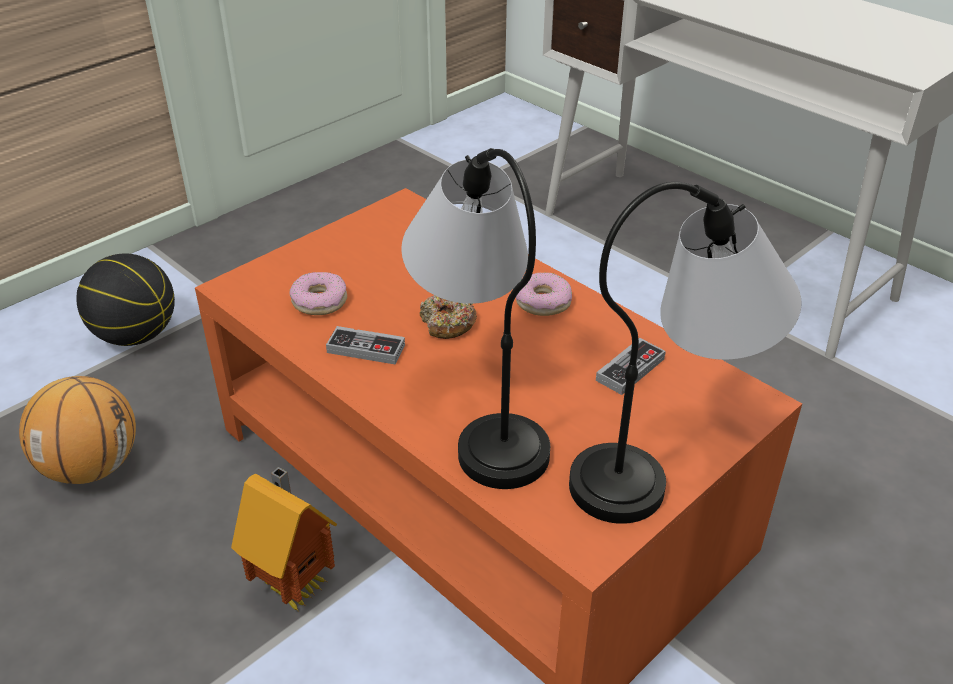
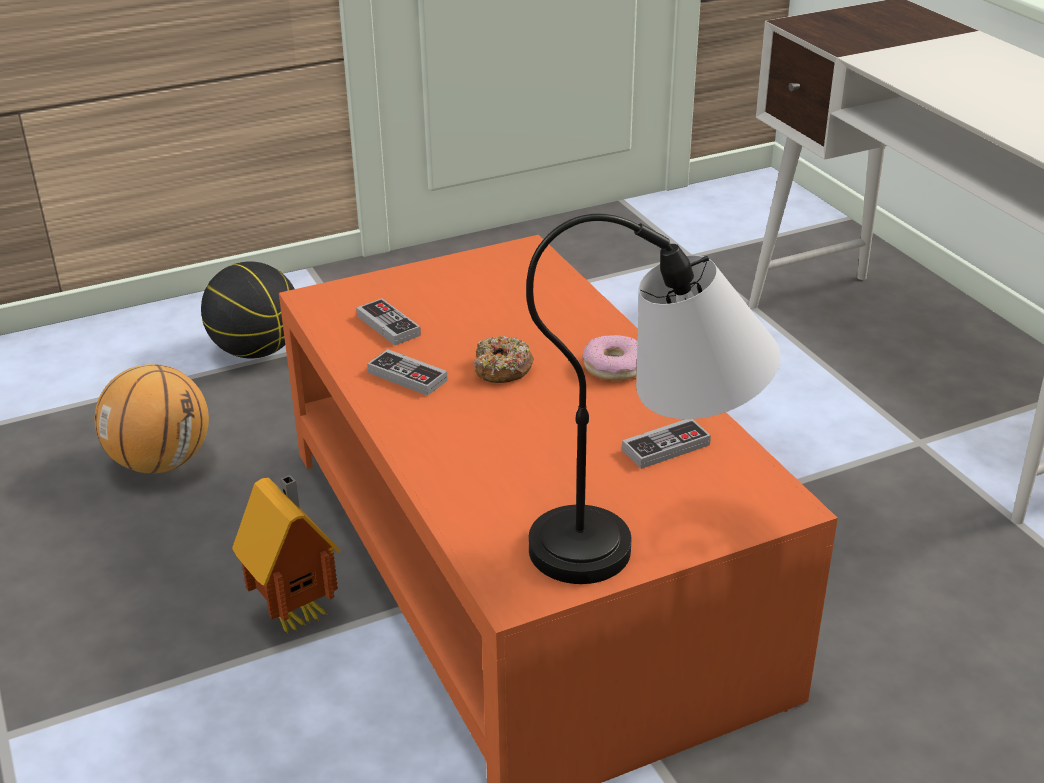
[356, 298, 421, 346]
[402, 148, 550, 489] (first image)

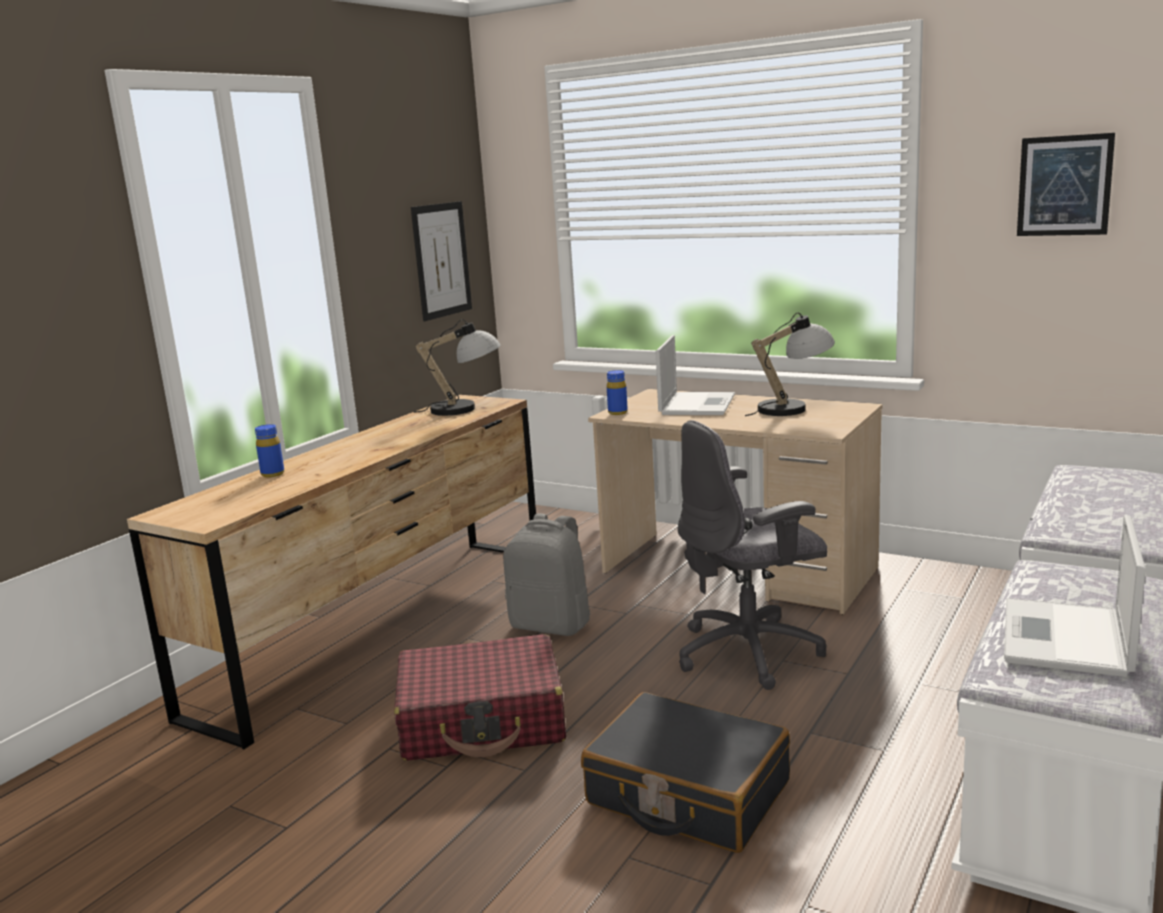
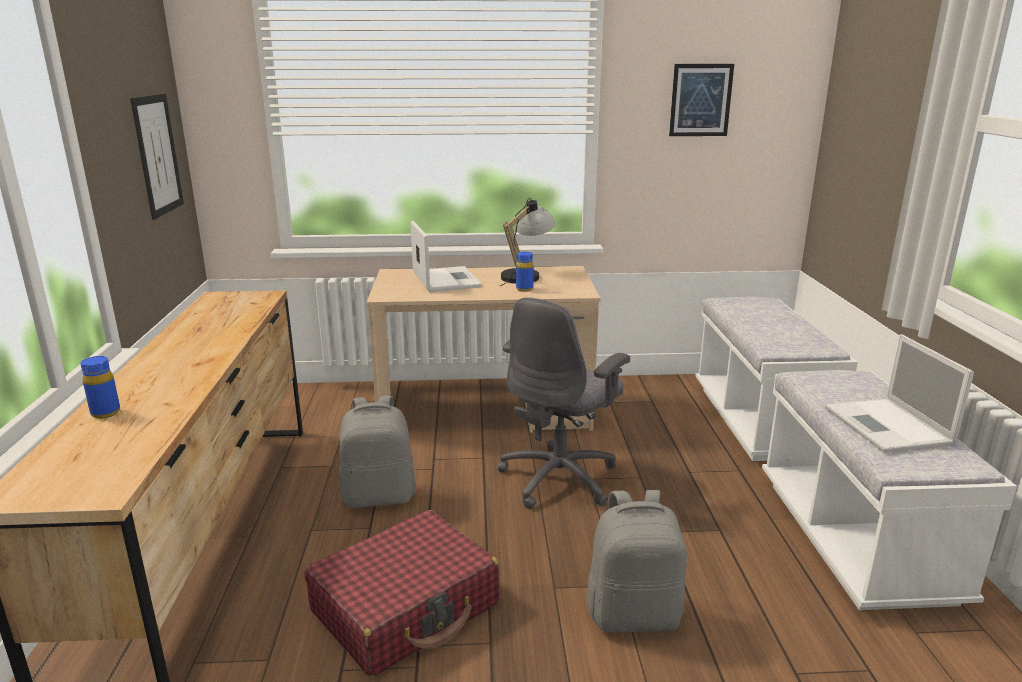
[516, 252, 534, 292]
[587, 490, 687, 633]
[414, 319, 501, 416] (first image)

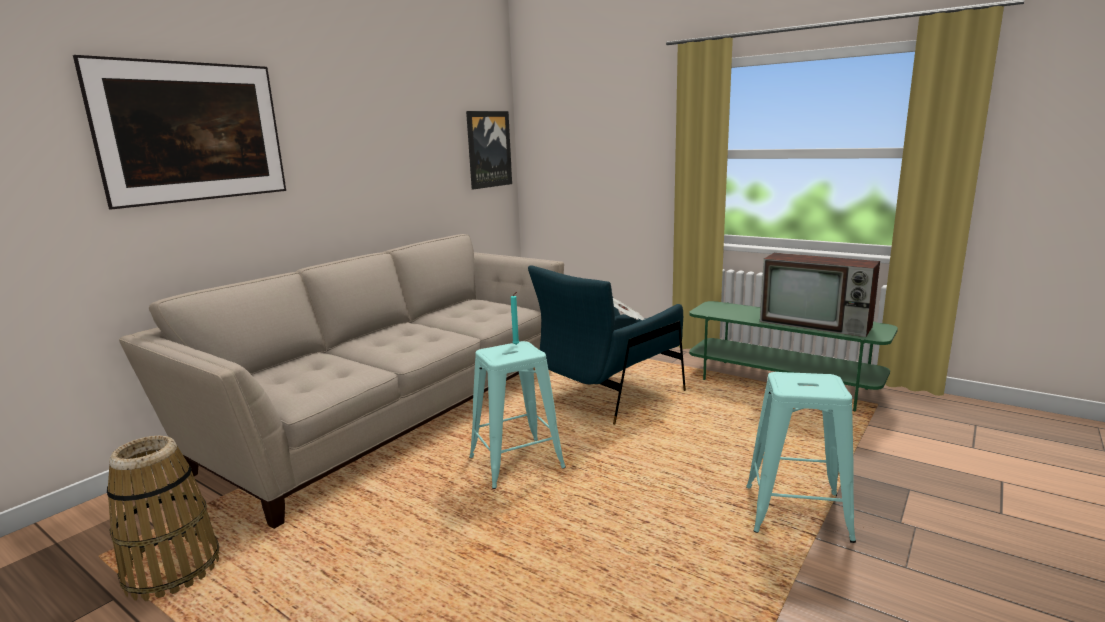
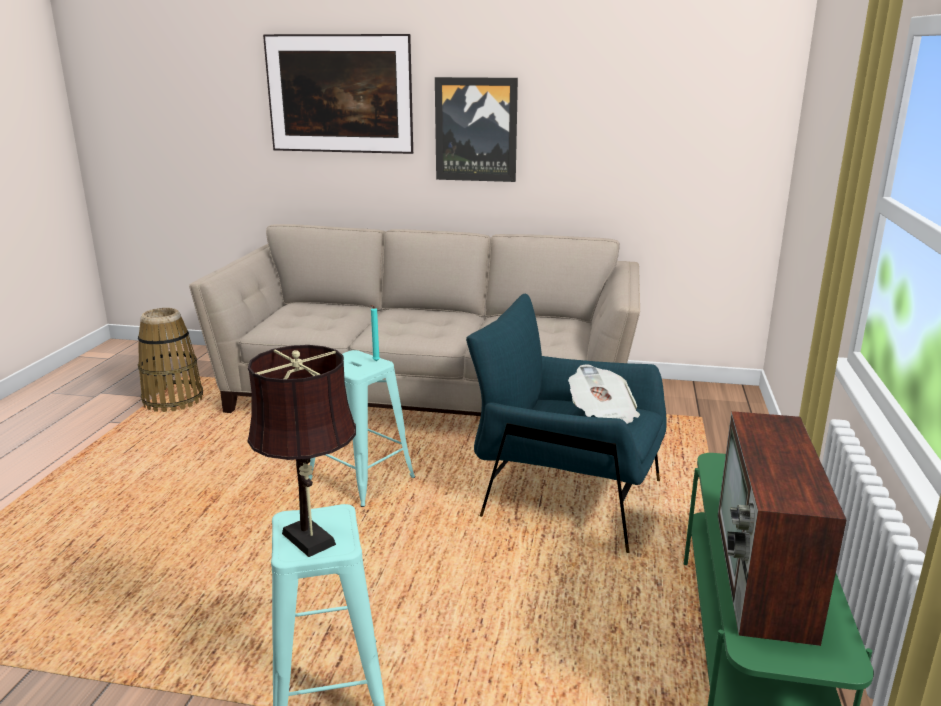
[247, 345, 356, 557]
[435, 77, 518, 182]

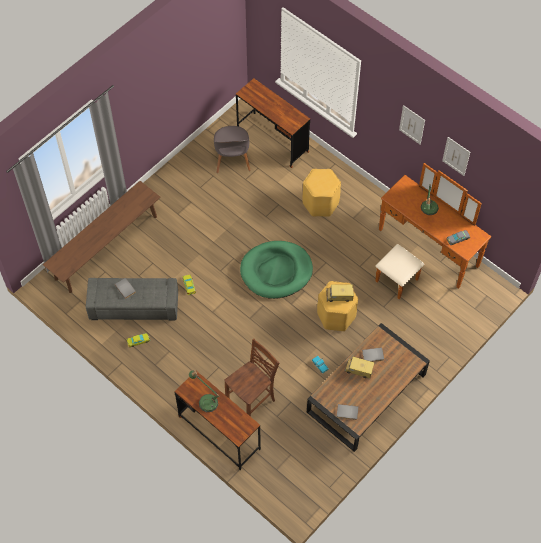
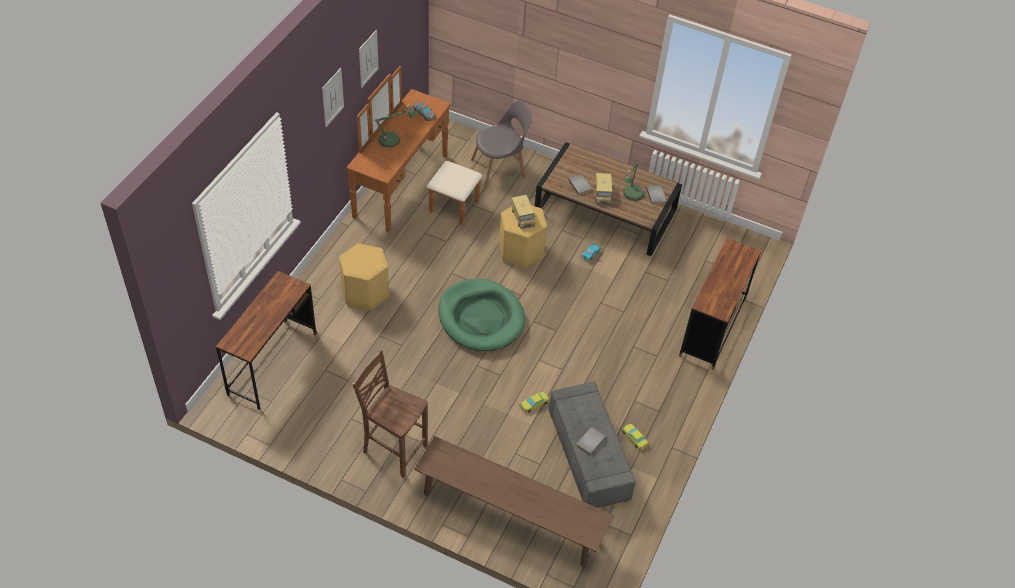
[352, 350, 428, 478]
[471, 101, 532, 186]
[623, 162, 644, 201]

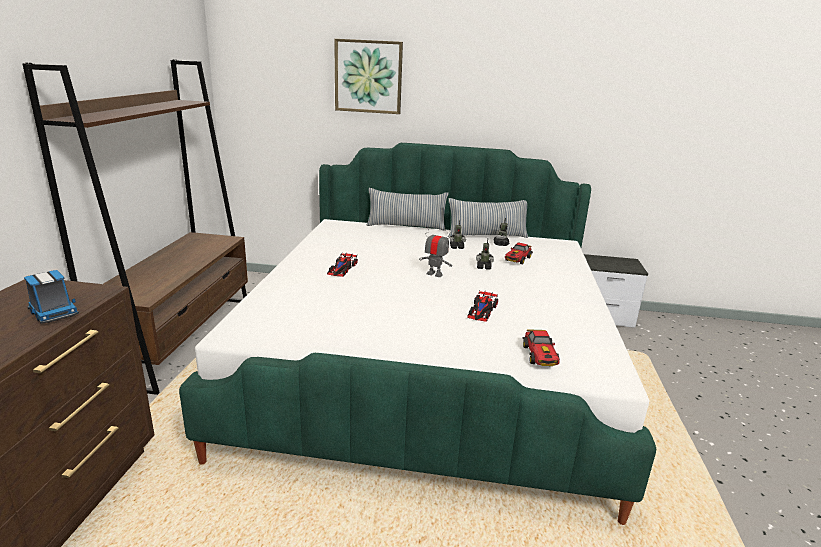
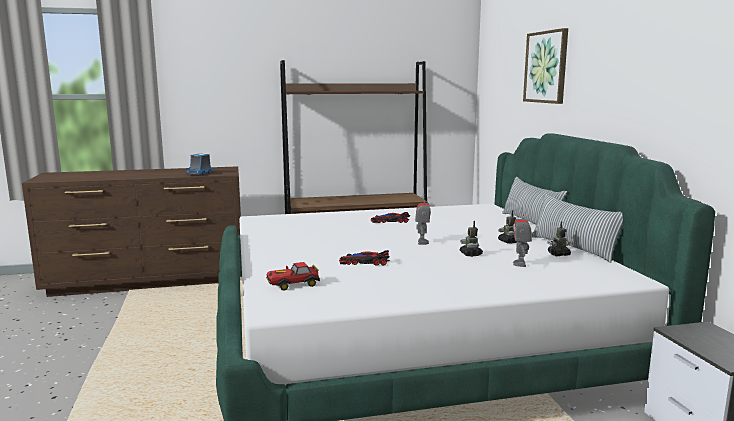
[512, 207, 532, 267]

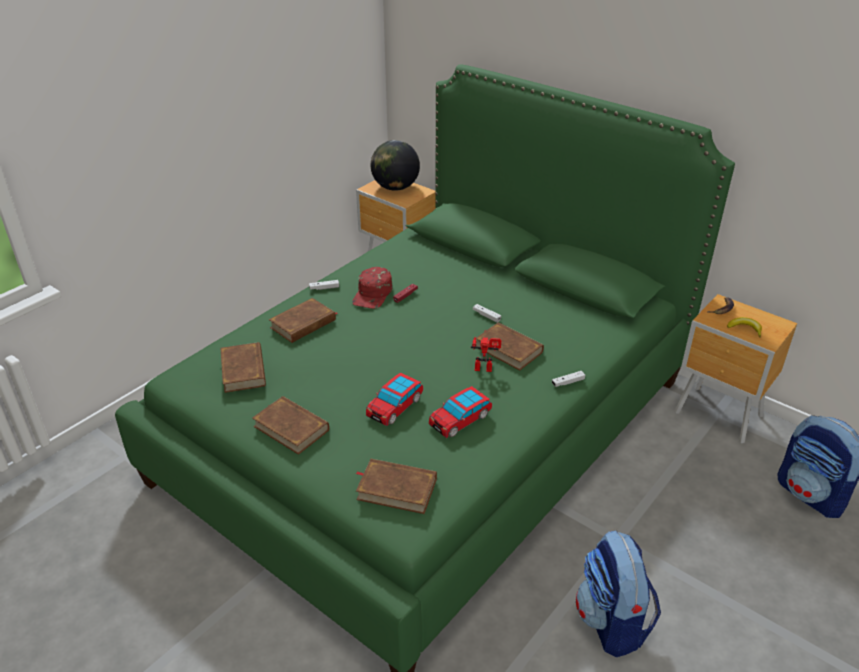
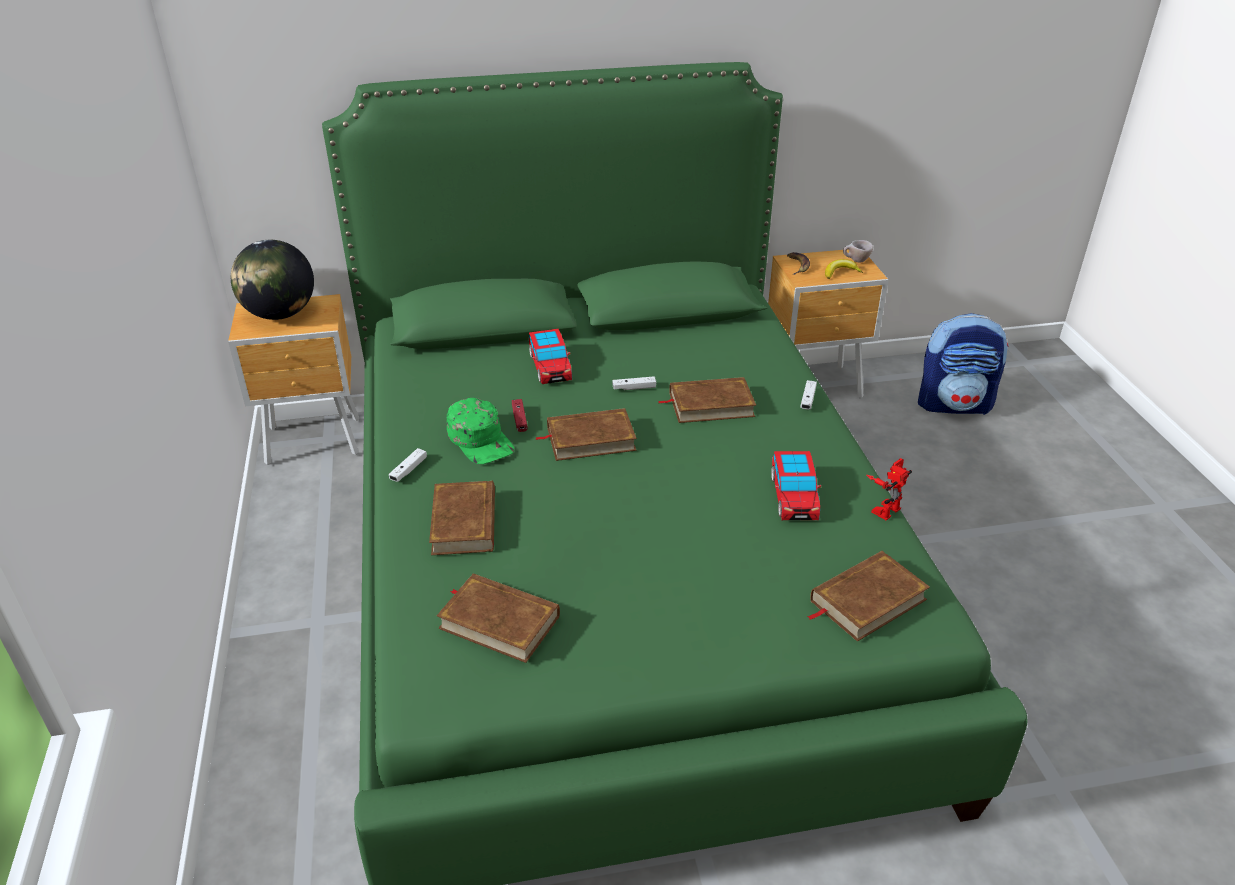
[446, 398, 514, 464]
[529, 329, 572, 384]
[535, 408, 637, 461]
[843, 240, 873, 263]
[867, 458, 912, 520]
[576, 530, 661, 657] (first image)

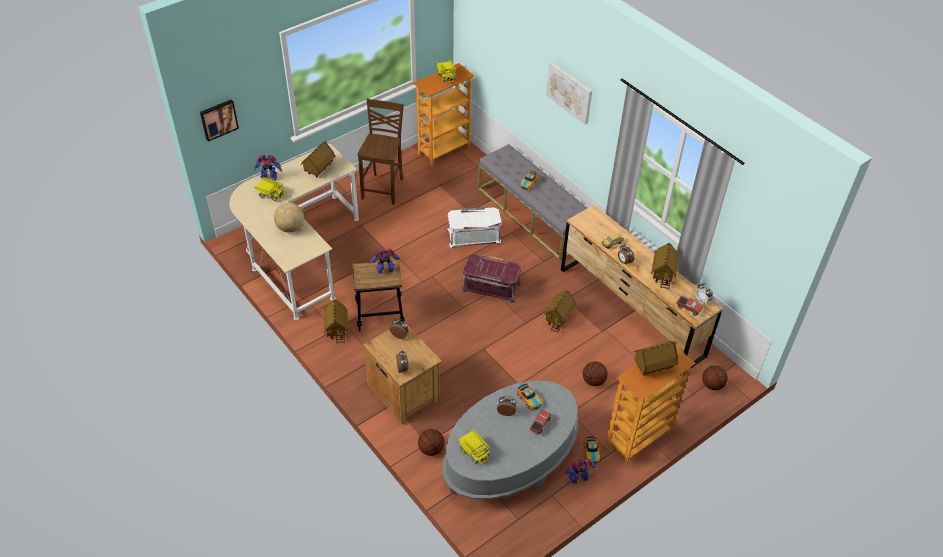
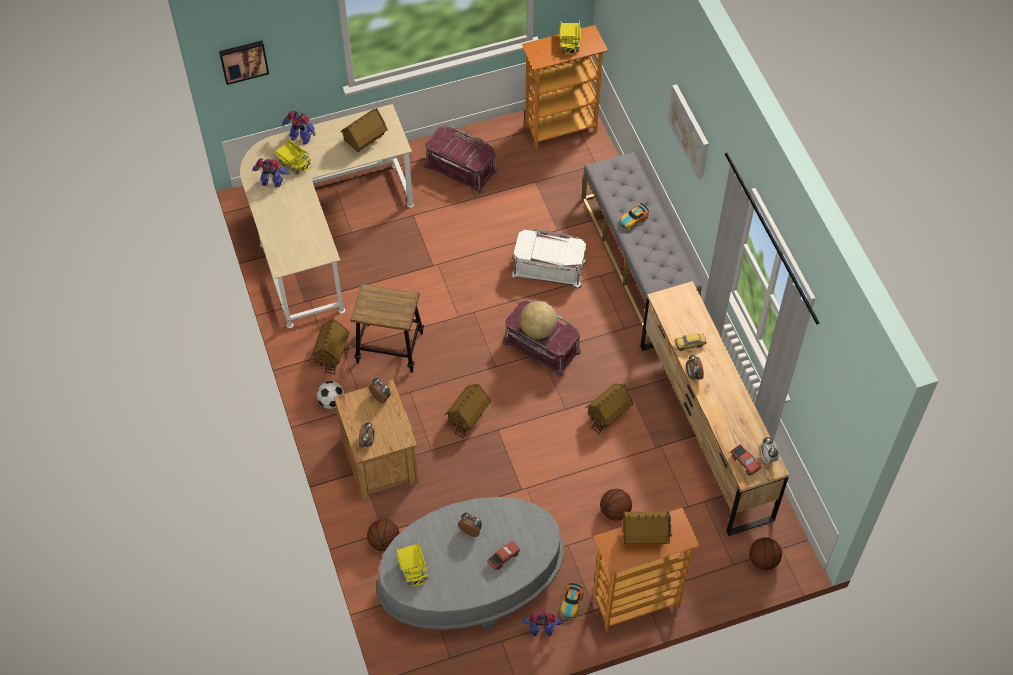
[252, 158, 289, 187]
[316, 381, 344, 409]
[424, 126, 498, 194]
[444, 384, 491, 439]
[520, 301, 557, 339]
[517, 383, 541, 411] (first image)

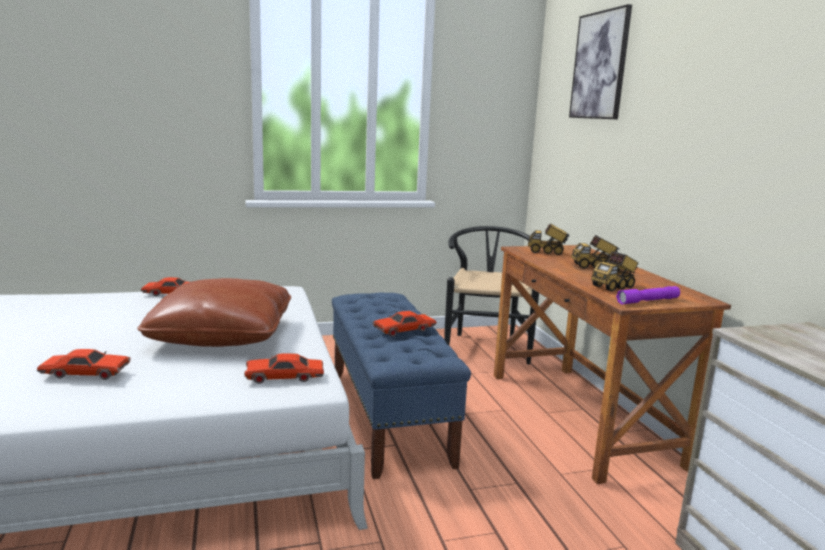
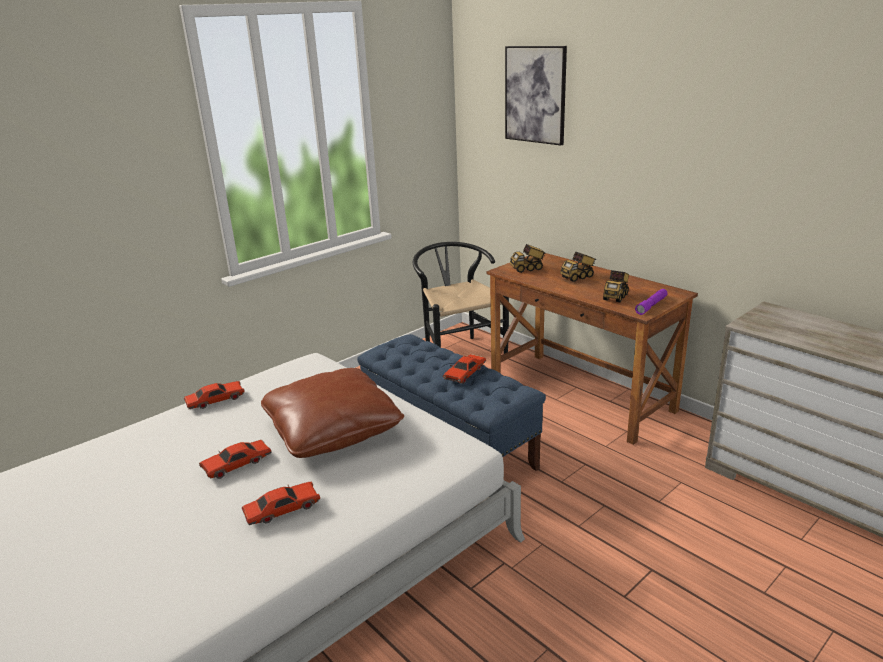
[199, 440, 272, 479]

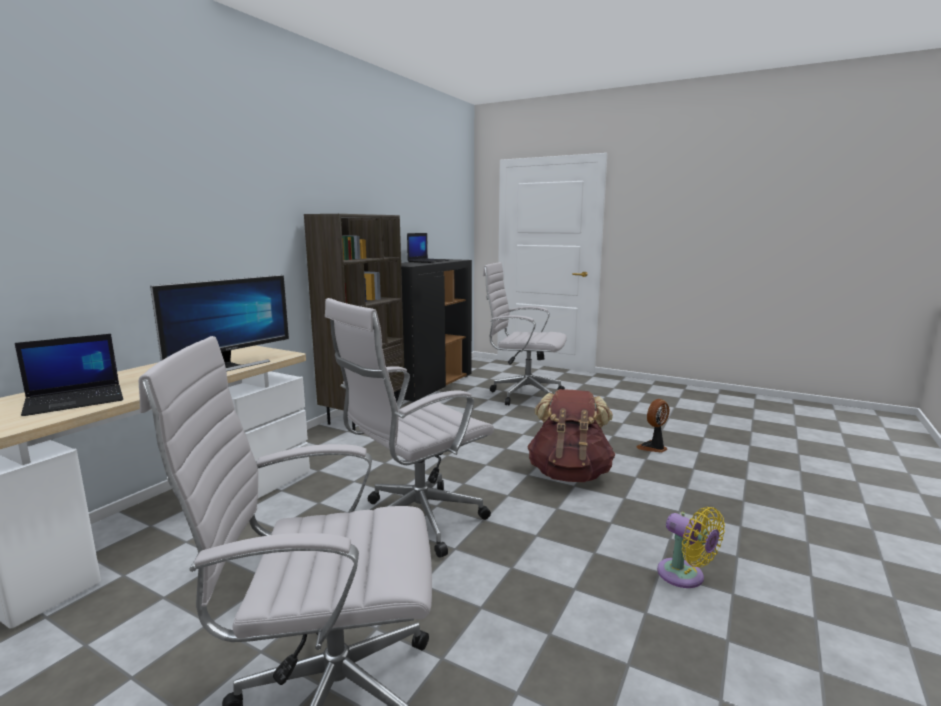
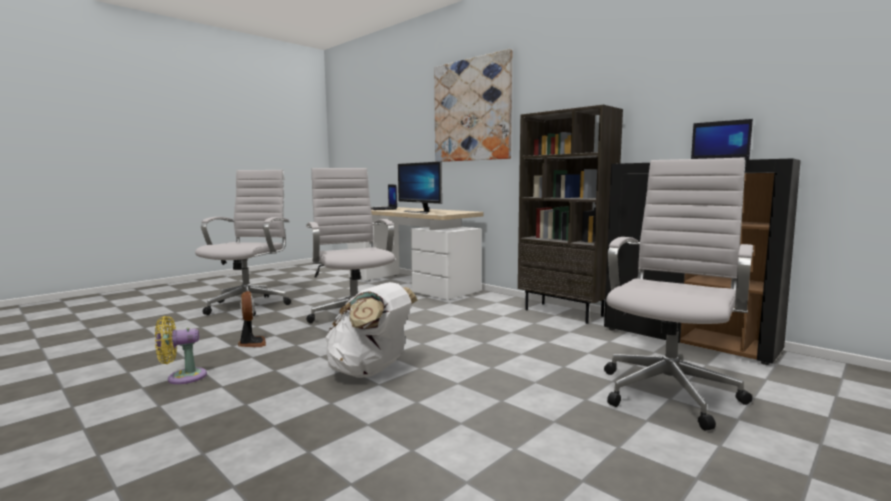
[238, 291, 266, 347]
[325, 282, 418, 378]
[434, 49, 512, 162]

